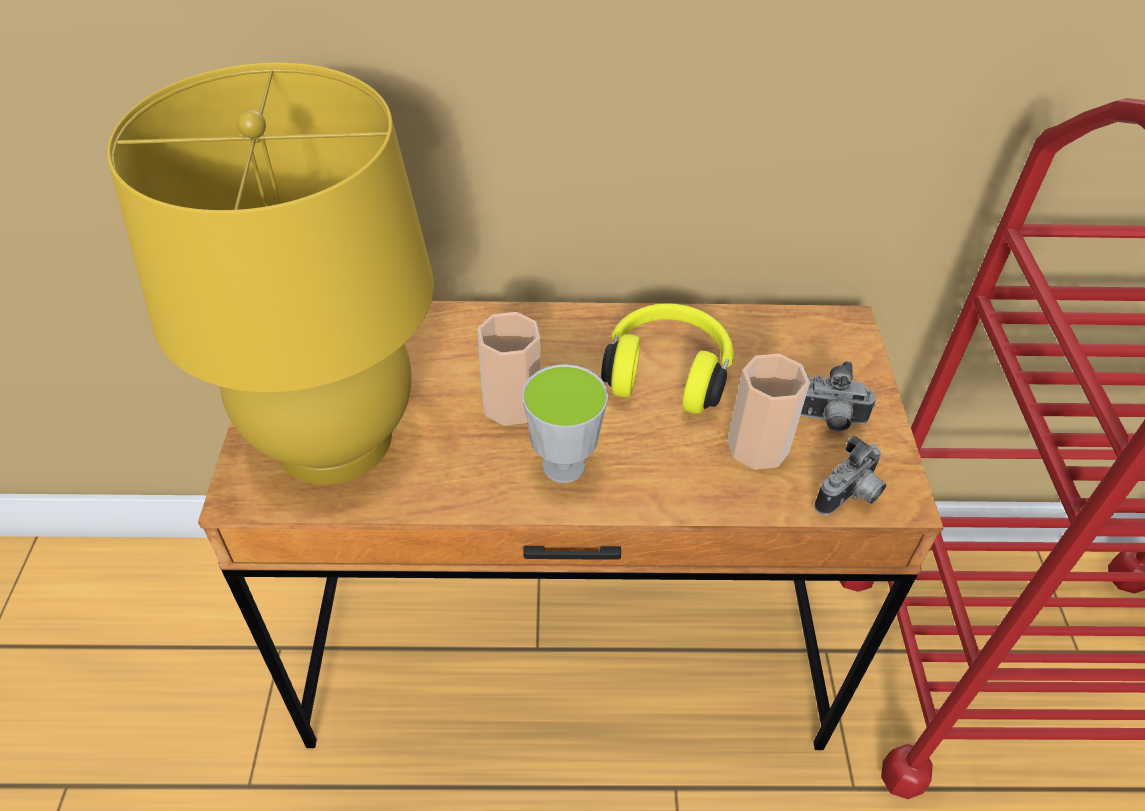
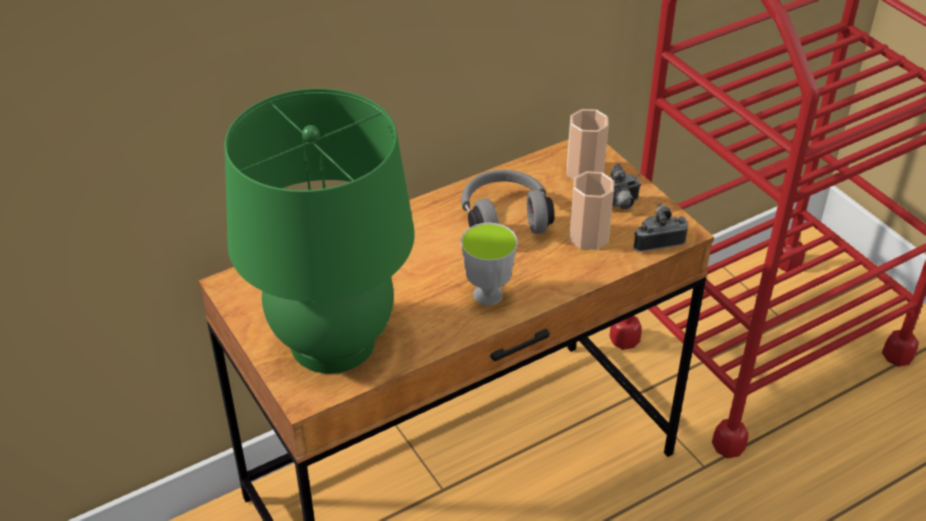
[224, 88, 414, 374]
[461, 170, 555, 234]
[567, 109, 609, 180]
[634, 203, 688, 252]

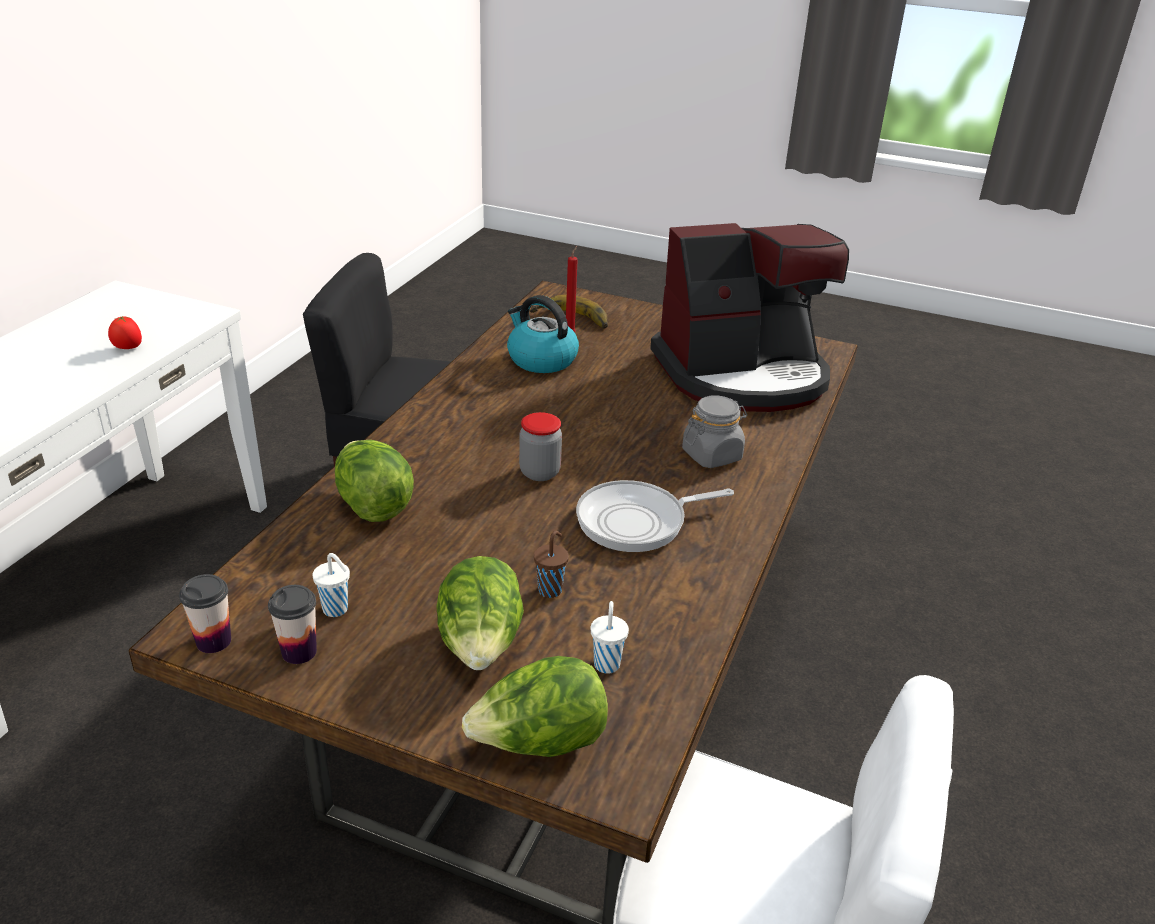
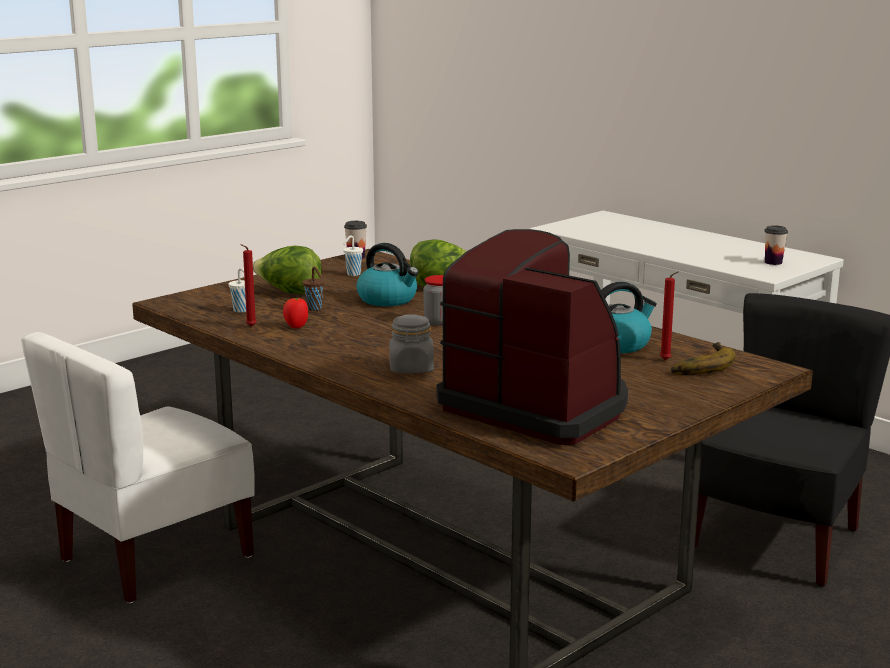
[240, 244, 257, 327]
[283, 297, 308, 328]
[356, 243, 419, 306]
[436, 229, 628, 445]
[764, 226, 788, 265]
[462, 656, 608, 757] (first image)
[576, 480, 734, 552] (first image)

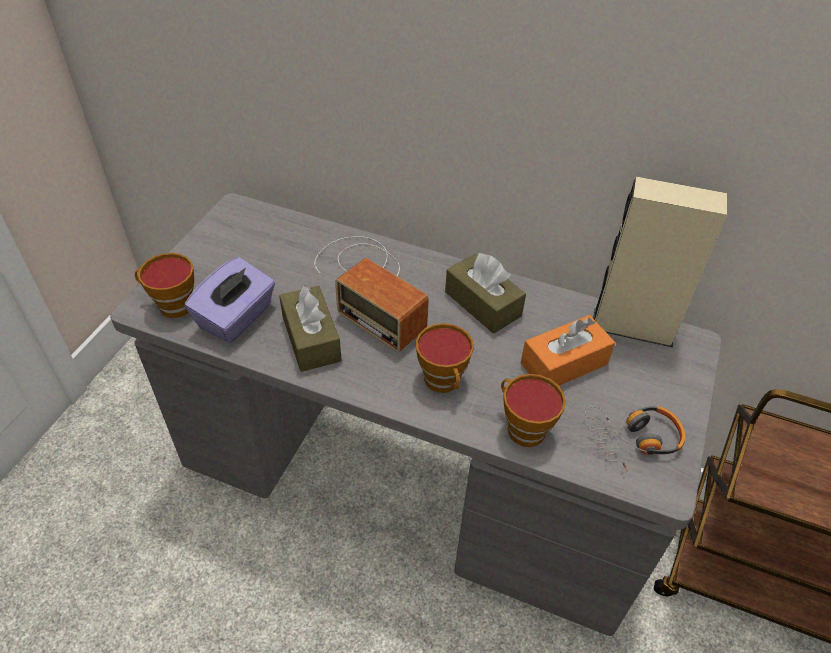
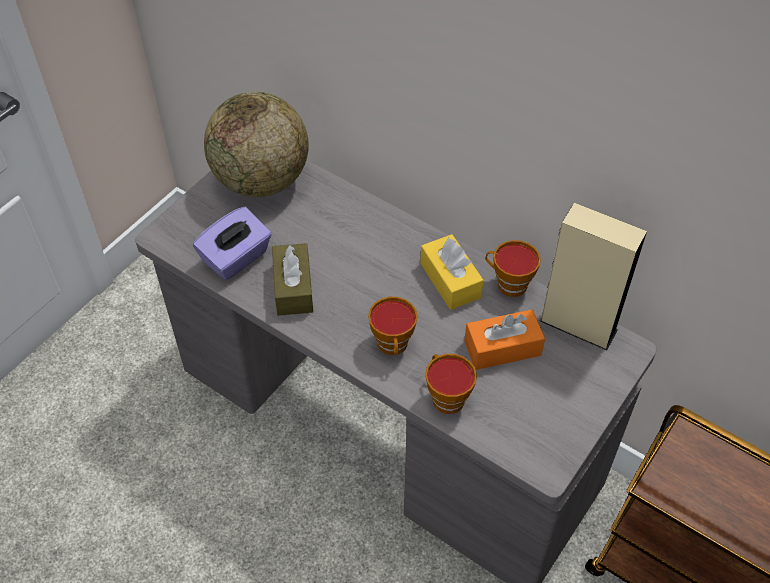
[204, 92, 309, 197]
[420, 234, 484, 310]
[485, 240, 541, 297]
[314, 236, 429, 352] (first image)
[585, 406, 685, 471] (first image)

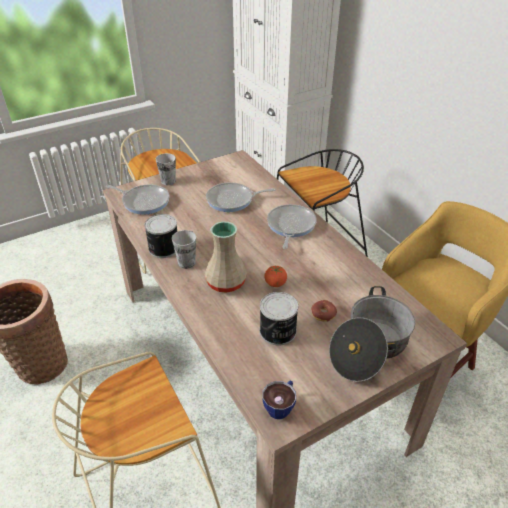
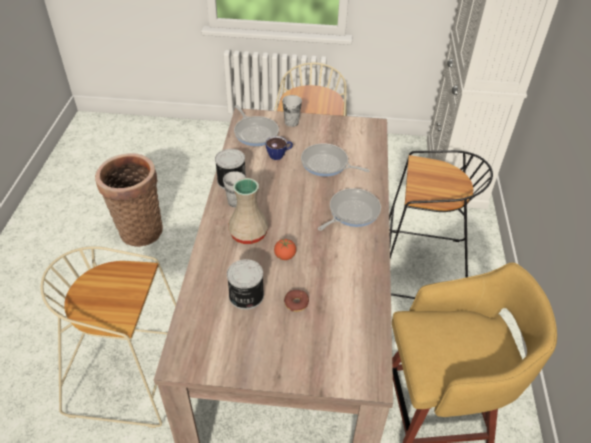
[265, 136, 293, 160]
[329, 286, 415, 382] (first image)

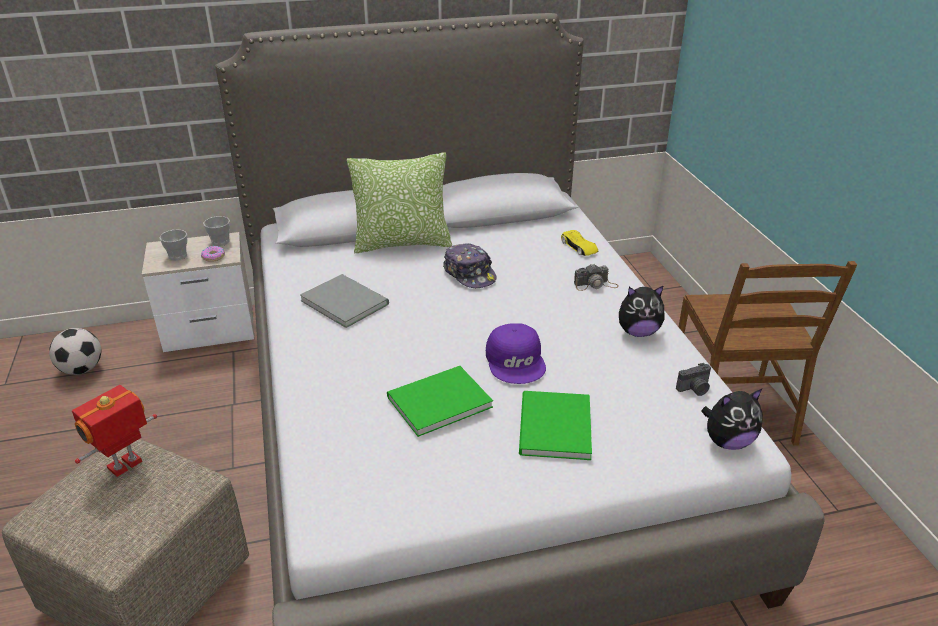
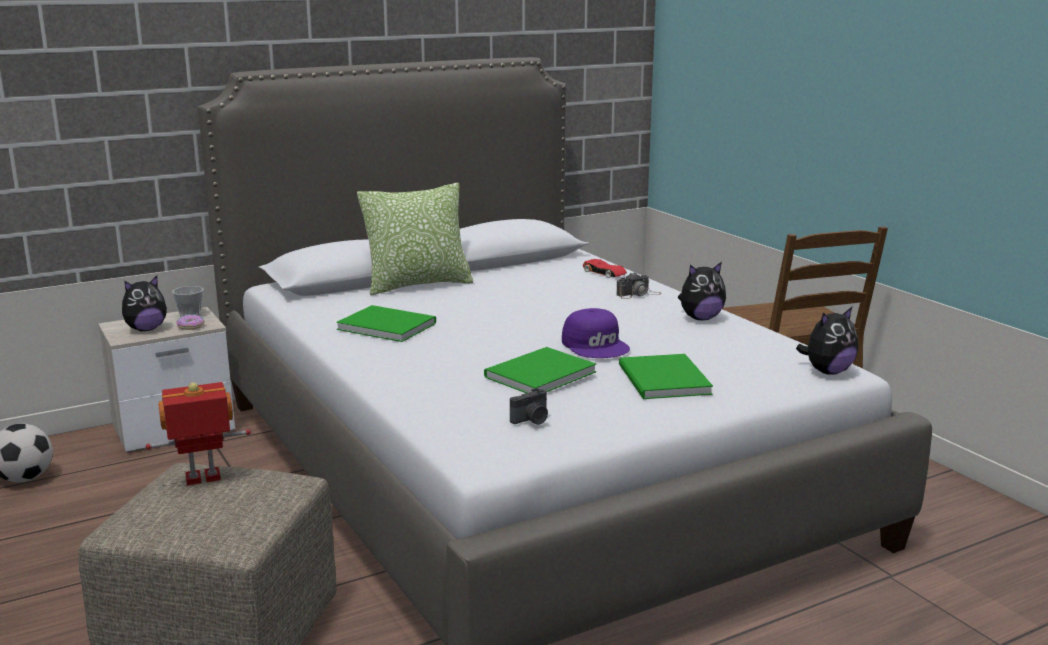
[122, 276, 167, 331]
[146, 382, 251, 485]
[336, 305, 436, 342]
[510, 388, 548, 425]
[583, 259, 627, 278]
[443, 243, 496, 288] (first image)

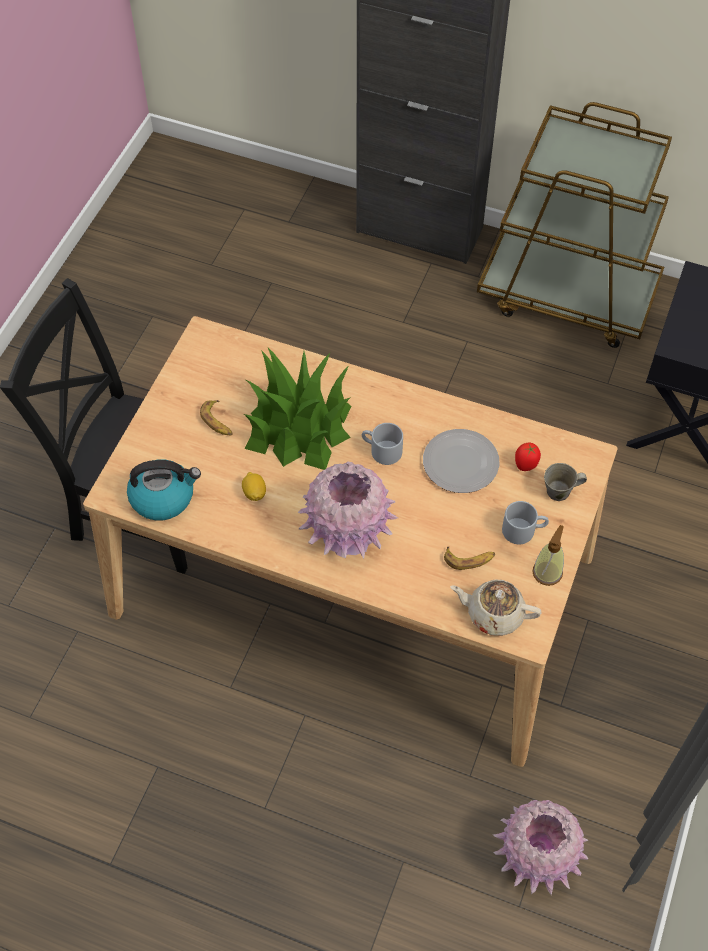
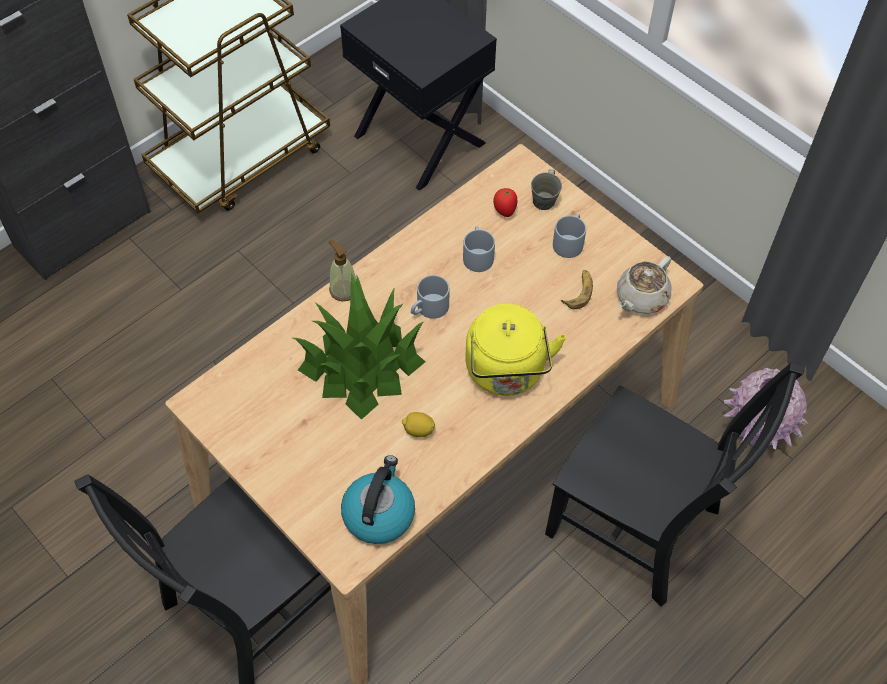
[328, 240, 356, 301]
[463, 226, 495, 272]
[465, 304, 566, 396]
[545, 362, 805, 607]
[200, 400, 233, 435] (first image)

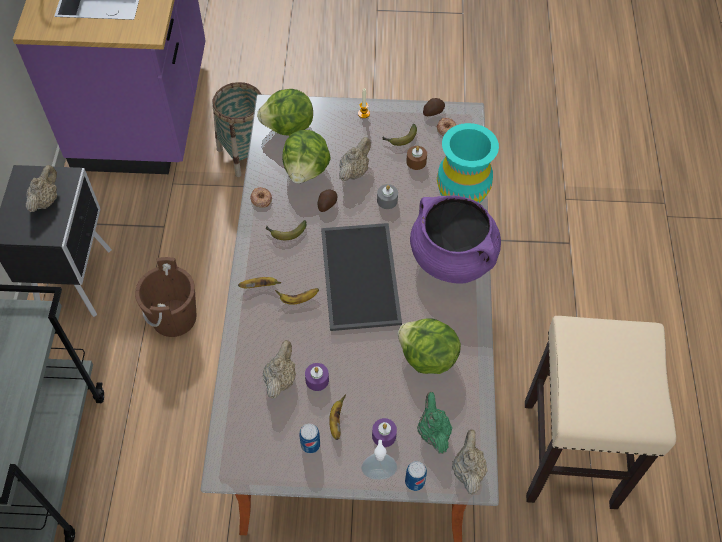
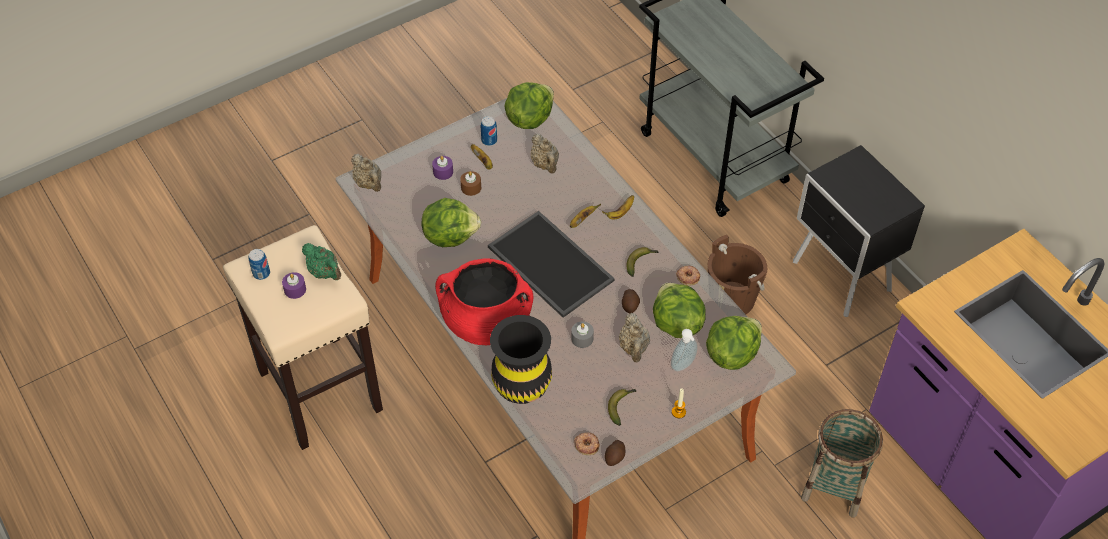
[248, 249, 270, 280]
[282, 272, 306, 299]
[302, 243, 341, 280]
[435, 258, 534, 345]
[460, 171, 481, 196]
[490, 315, 552, 404]
[504, 82, 554, 129]
[671, 329, 698, 371]
[26, 165, 57, 212] (first image)

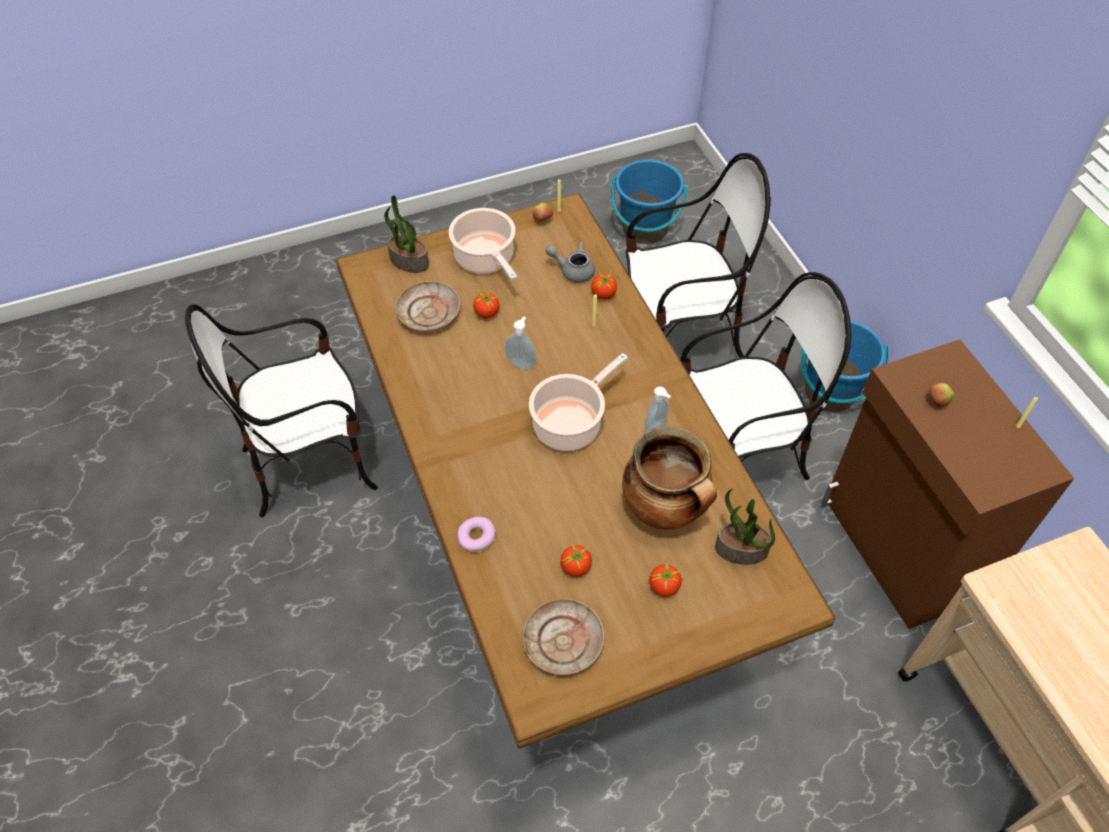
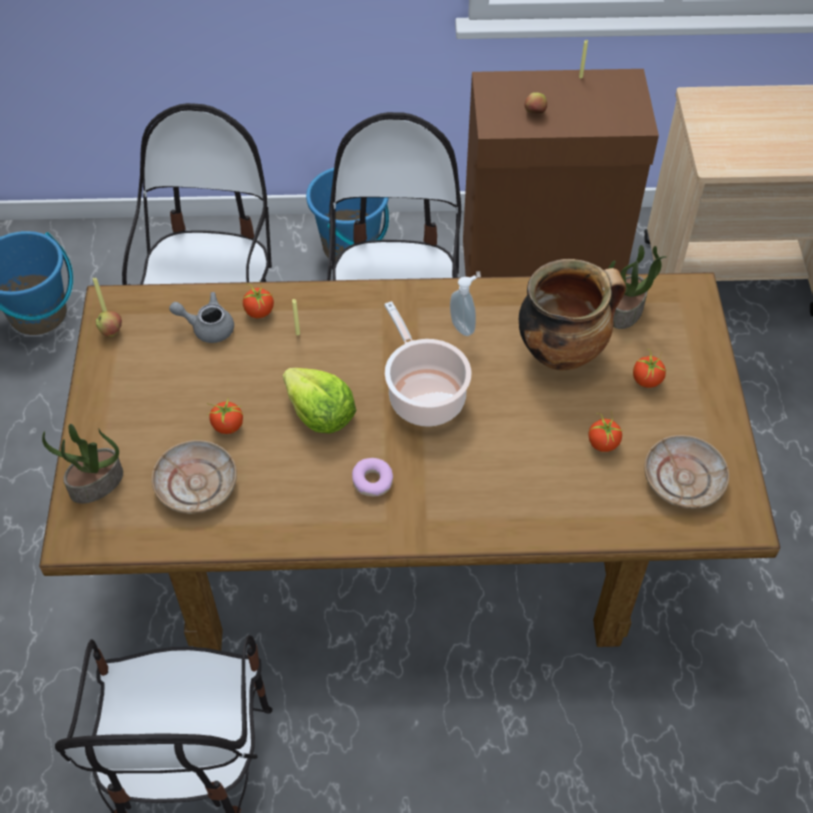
[169, 292, 234, 343]
[283, 368, 356, 433]
[352, 458, 393, 496]
[449, 208, 517, 280] (first image)

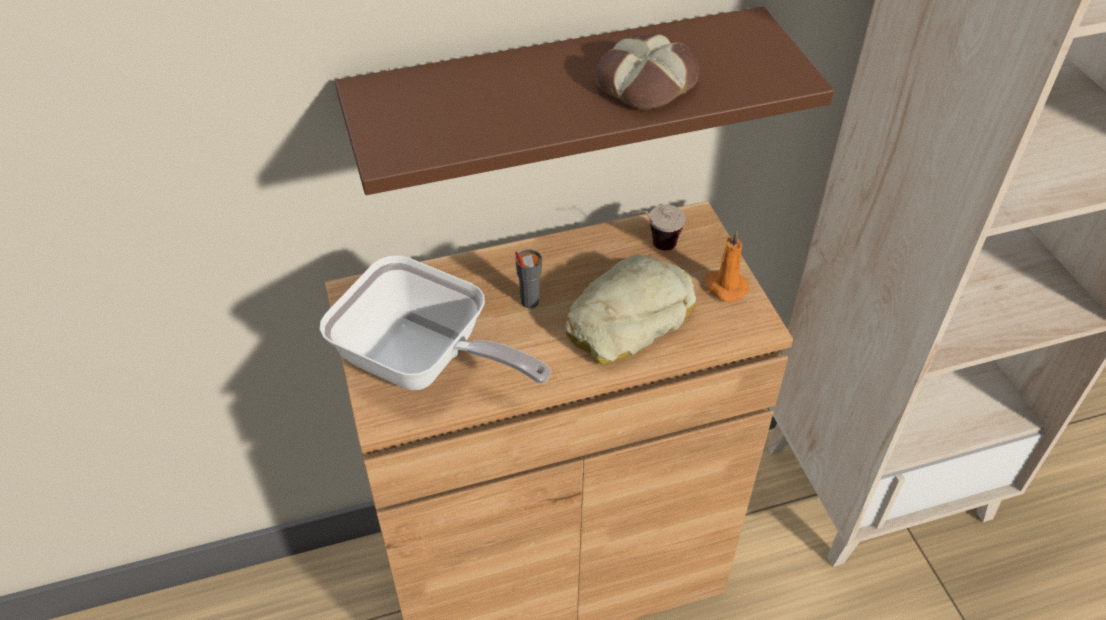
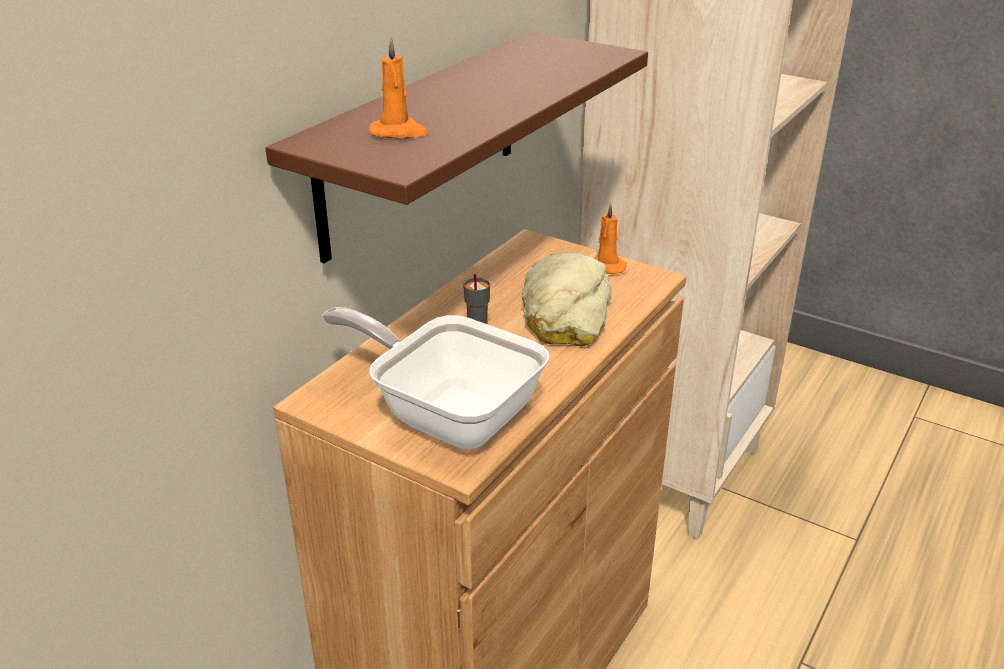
[322, 307, 549, 450]
[369, 37, 428, 139]
[596, 34, 699, 110] (first image)
[626, 205, 686, 250] (first image)

